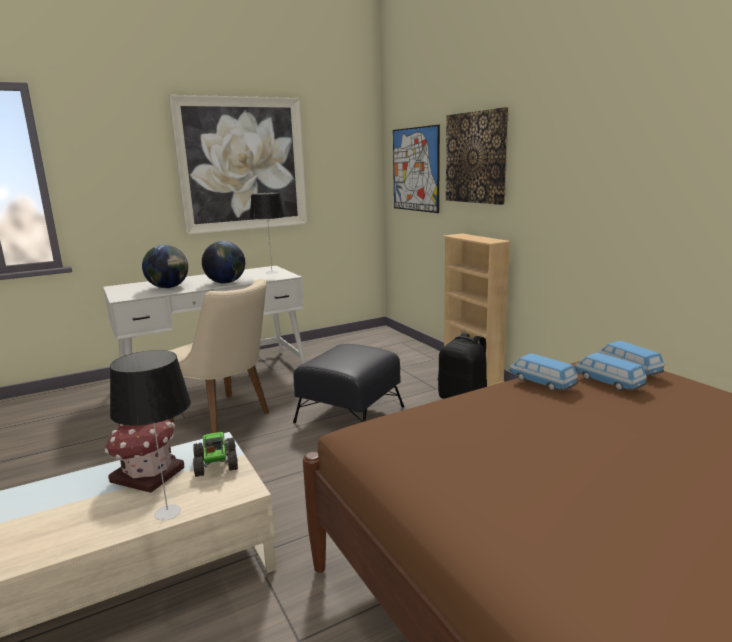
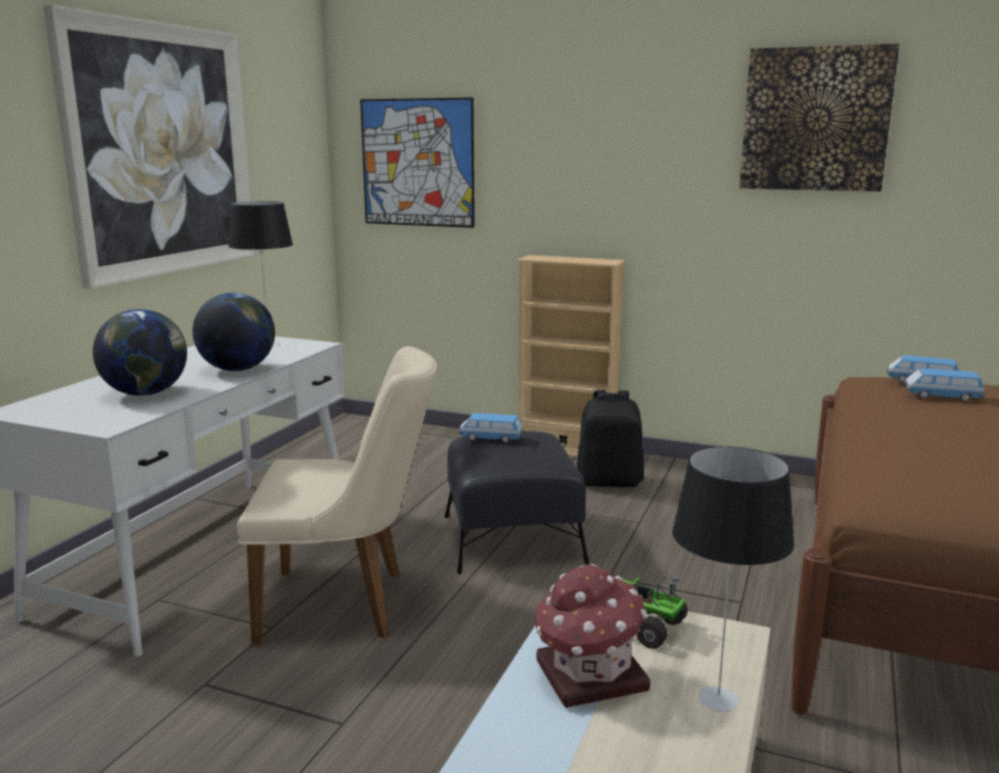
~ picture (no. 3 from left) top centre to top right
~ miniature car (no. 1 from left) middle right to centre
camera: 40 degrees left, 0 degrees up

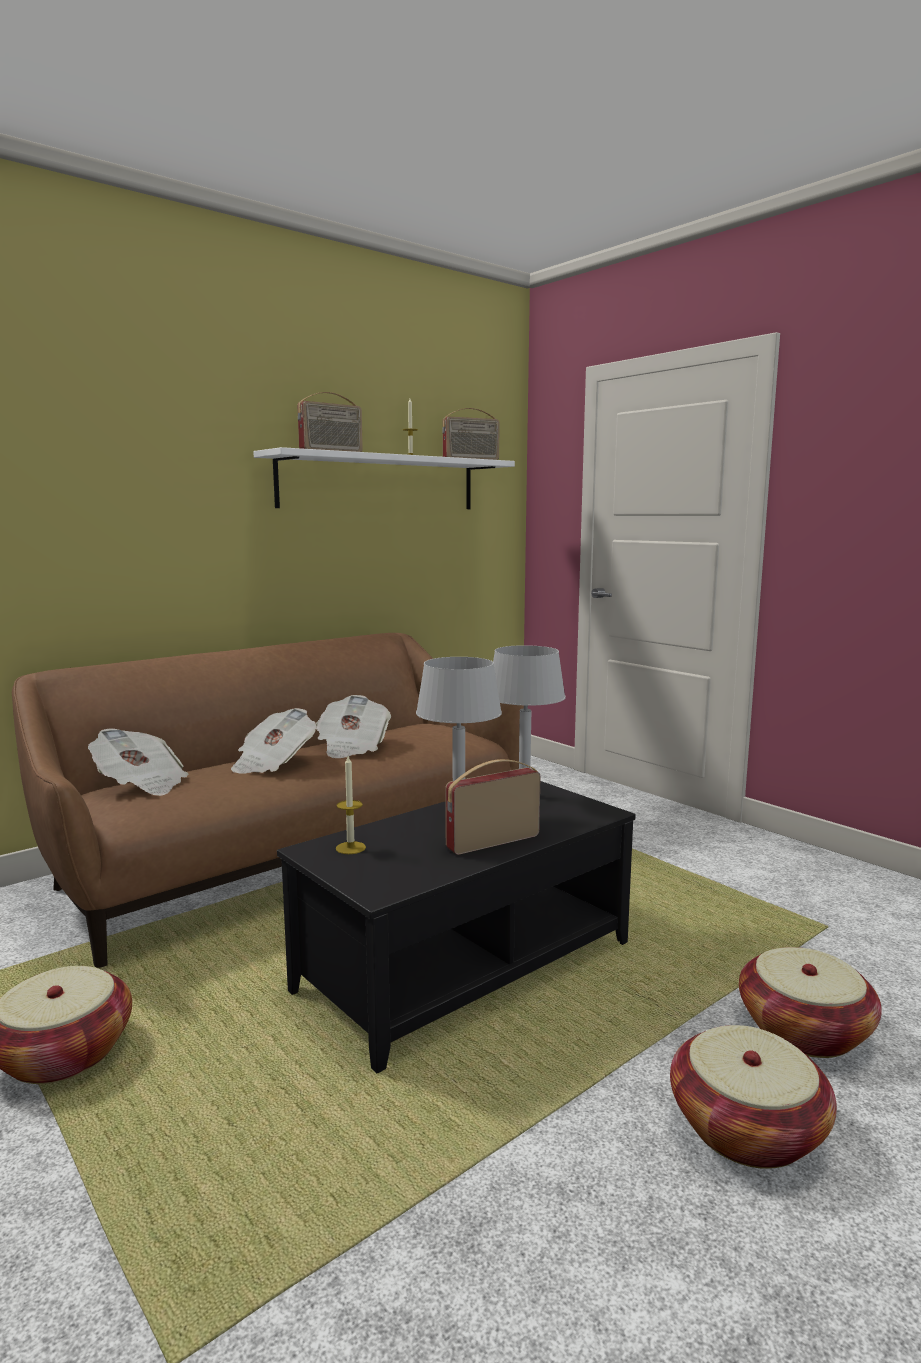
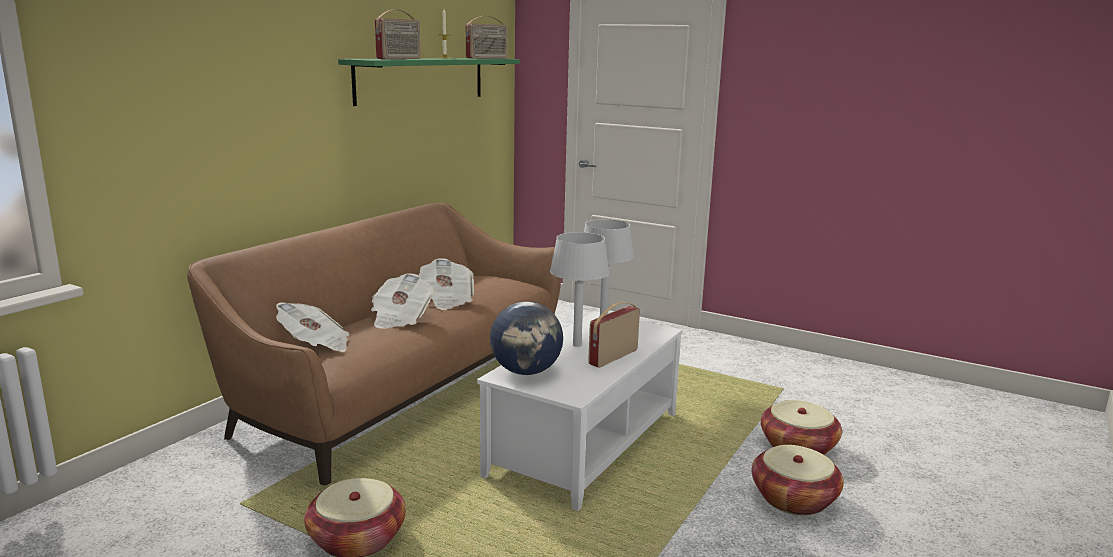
~ wax candle (no. 1 from left) centre to world globe centre
~ wall shelf/white centre to wall shelf/green-coloured top centre
~ coffee table/black bottom centre to coffee table/white bottom centre
camera: 20 degrees left, 5 degrees up

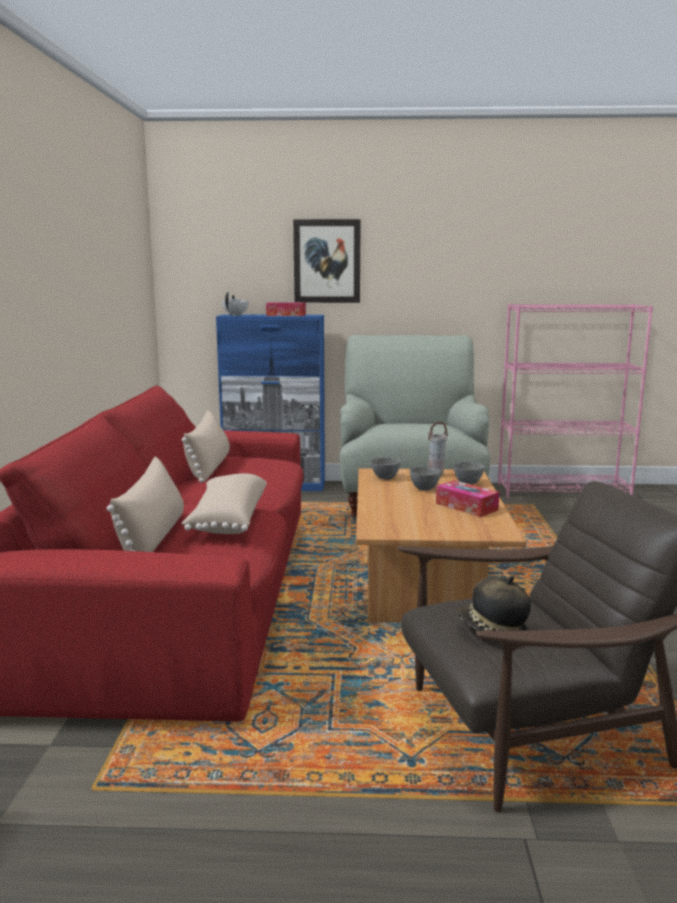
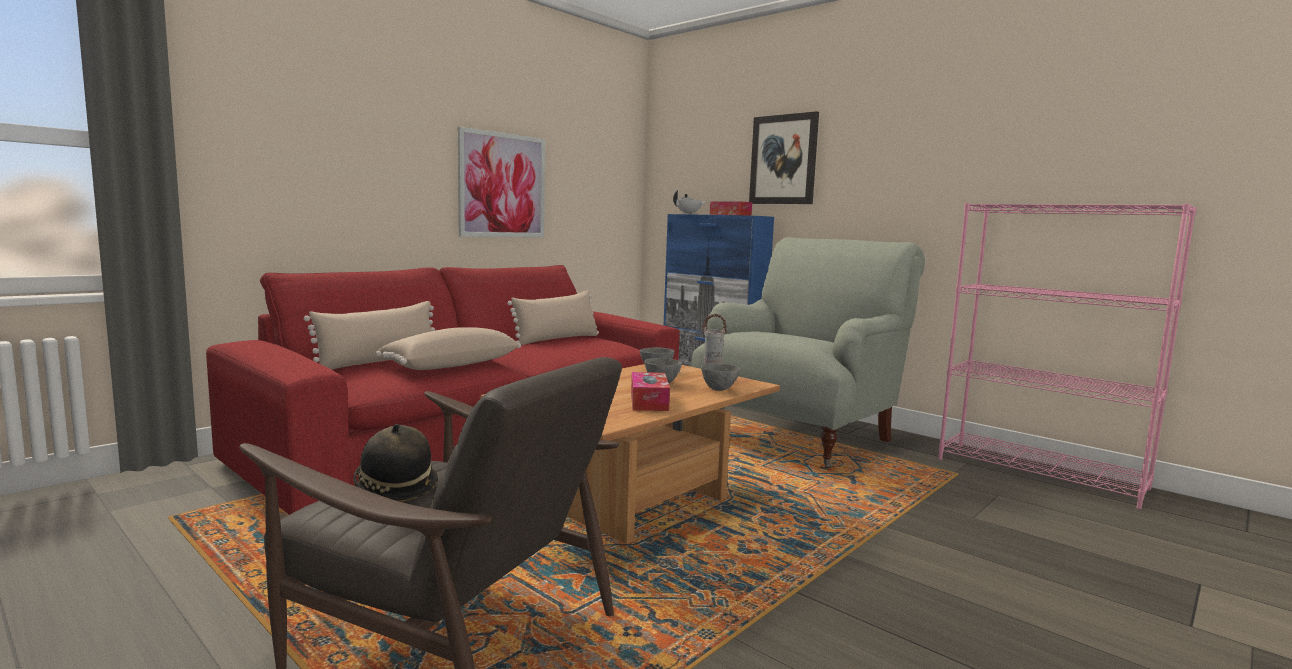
+ picture (no. 1 from left) top centre
camera: 40 degrees right, 5 degrees down

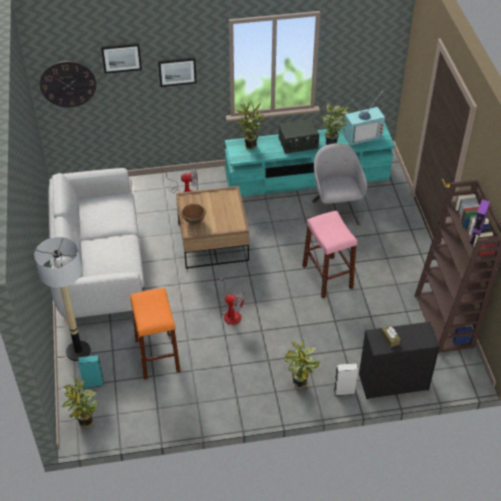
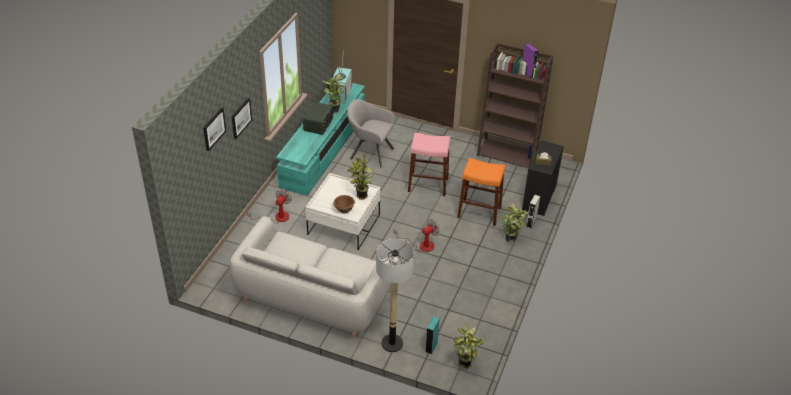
- wall clock top left
~ sitting stool/orangey bottom left to centre
~ houseplant (no. 2 from left) top centre to centre
~ coffee table/brown centre to coffee table/white centre
camera: 60 degrees left, 5 degrees down

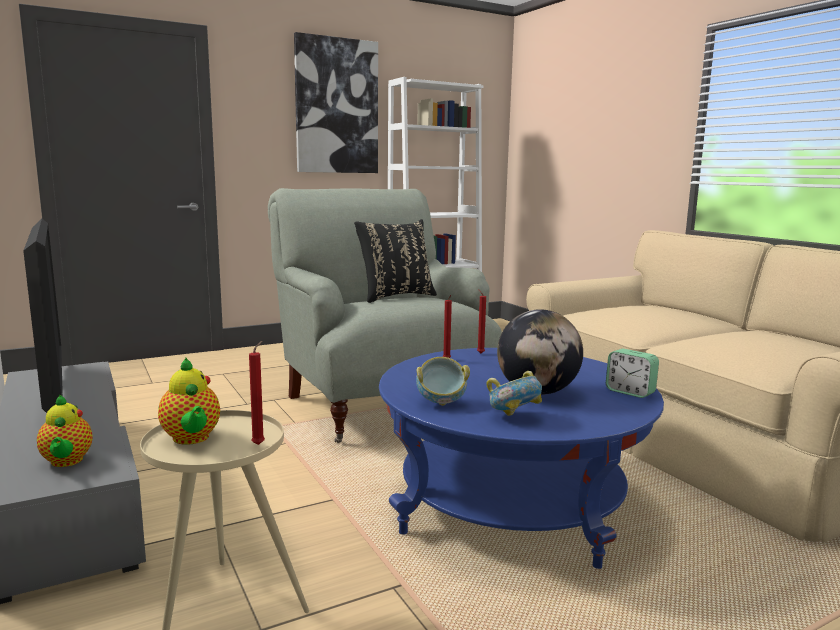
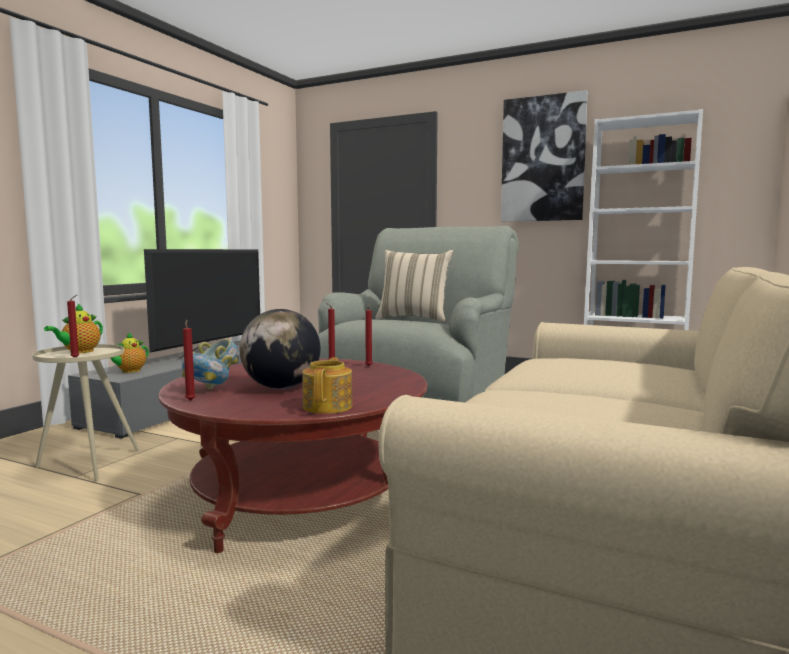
+ wax candle/reddish (no. 2 from left) middle left
~ alarm clock middle right to tea pot (no. 3 from left) centre
~ cushion/black centre to cushion/beige-coloured centre
~ coffee table/bluish bottom centre to coffee table/reddish bottom centre
camera: 55 degrees right, 5 degrees down

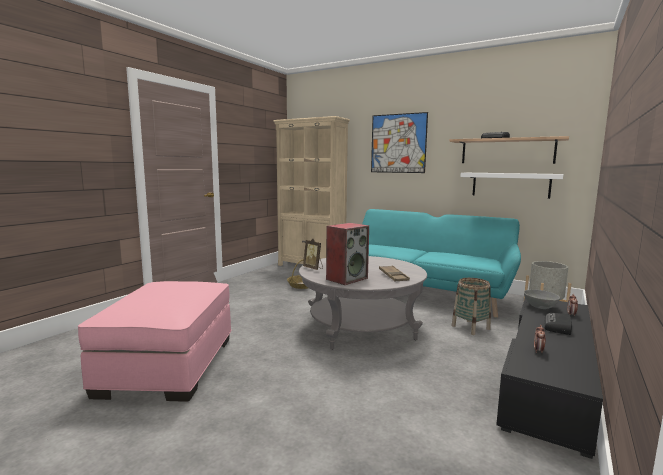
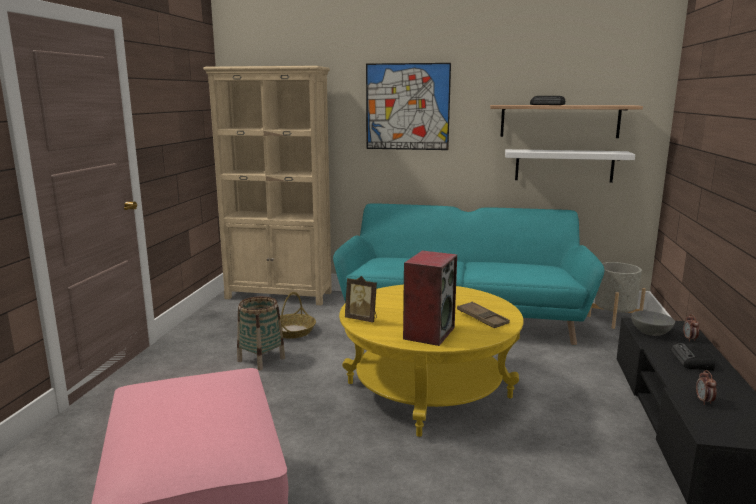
~ household basket (no. 2 from left in the first image) middle right to household basket (no. 1 from left) centre
~ coffee table/greyish centre to coffee table/yellow-coloured bottom centre
camera: 20 degrees left, 5 degrees up

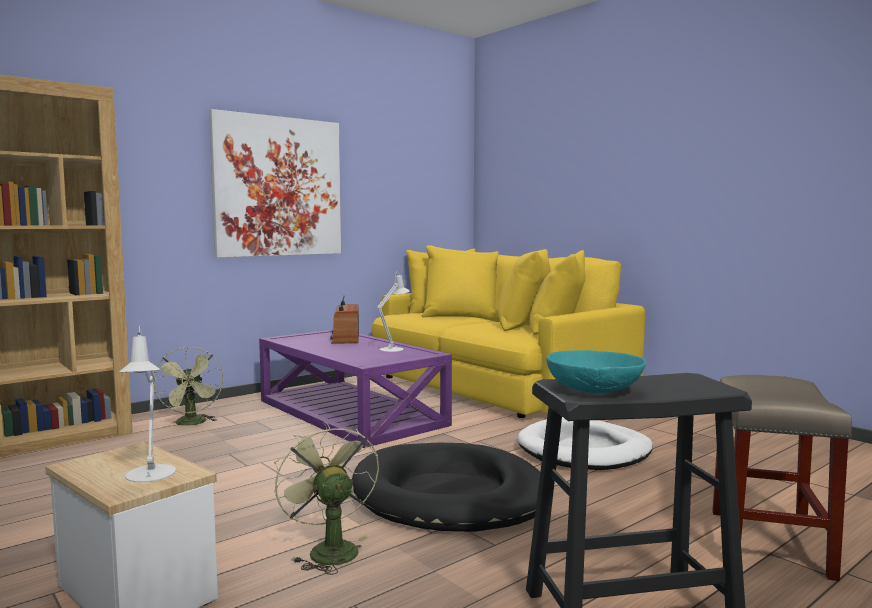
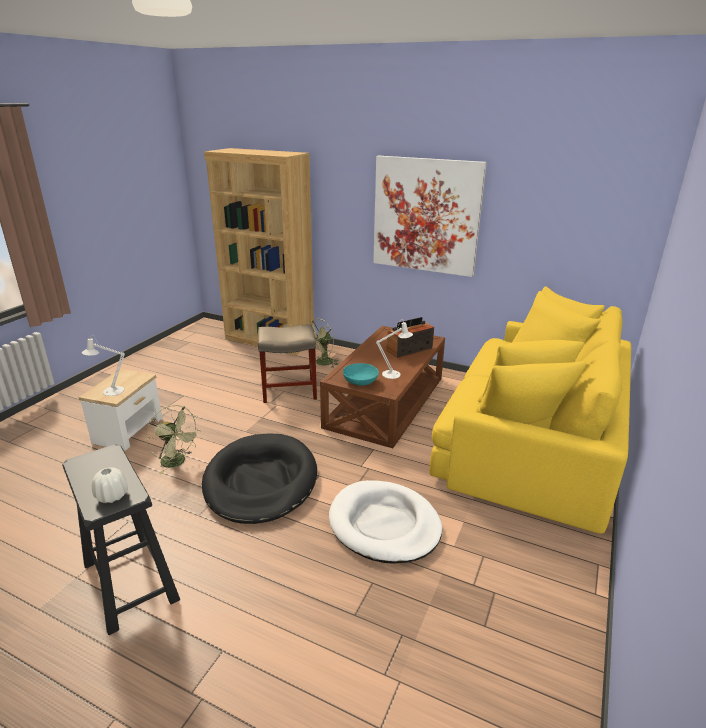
+ flower vase/white middle left
~ bowl/turquoise middle right to centre
~ sitting stool/beige-coloured bottom right to centre
~ coffee table/purple centre to coffee table/brown centre
~ electric fan/green-coloured (no. 2 from left in the first image) bottom centre = middle left 90 degrees clockwise
camera: 65 degrees right, 20 degrees up

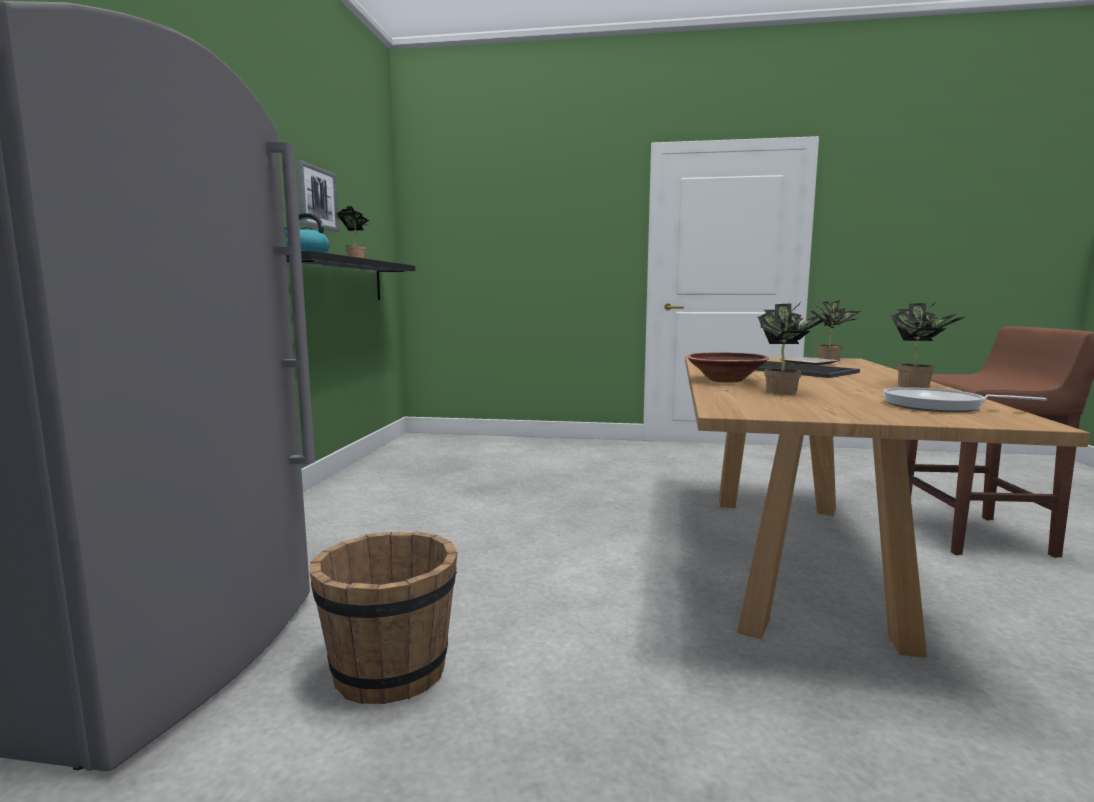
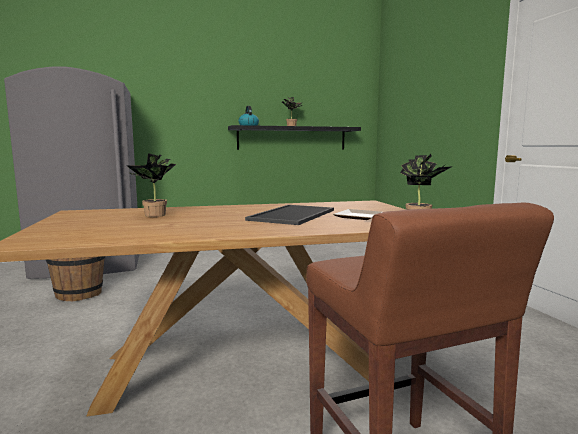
- picture top left
- bowl/brown centre
- pan middle right
- houseplant (no. 4 from left) middle right
camera: 65 degrees right, 0 degrees up

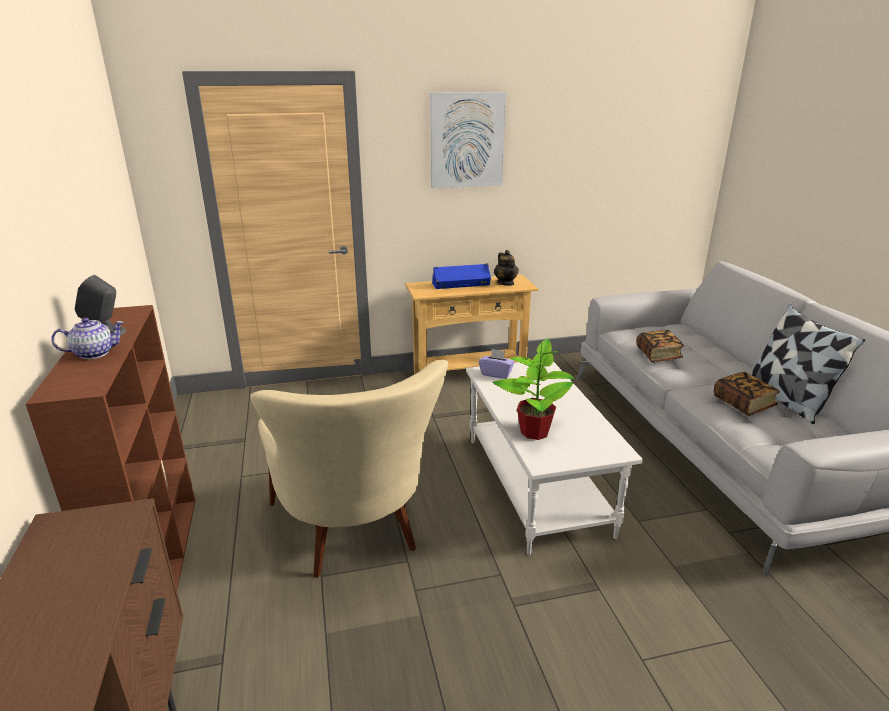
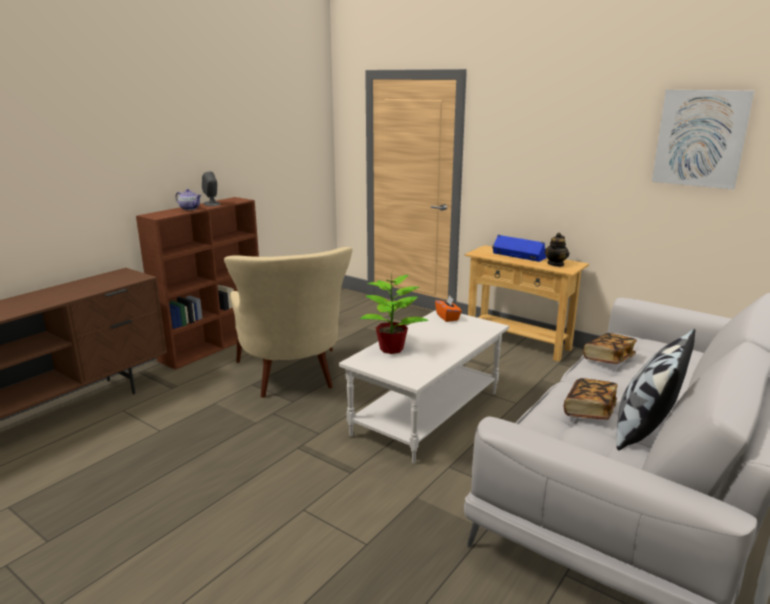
~ picture top centre to top right
~ box of tissues/purple centre to box of tissues/orangey centre
~ armchair/beige-coloured centre = centre 45 degrees counterclockwise
camera: 50 degrees right, 5 degrees down

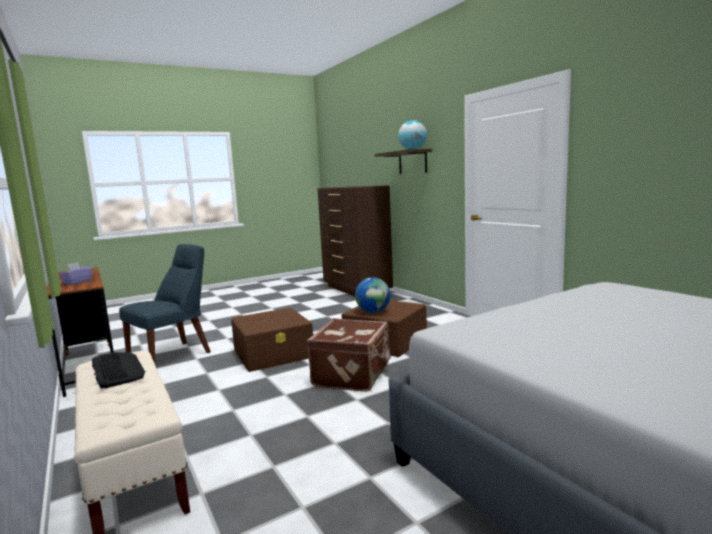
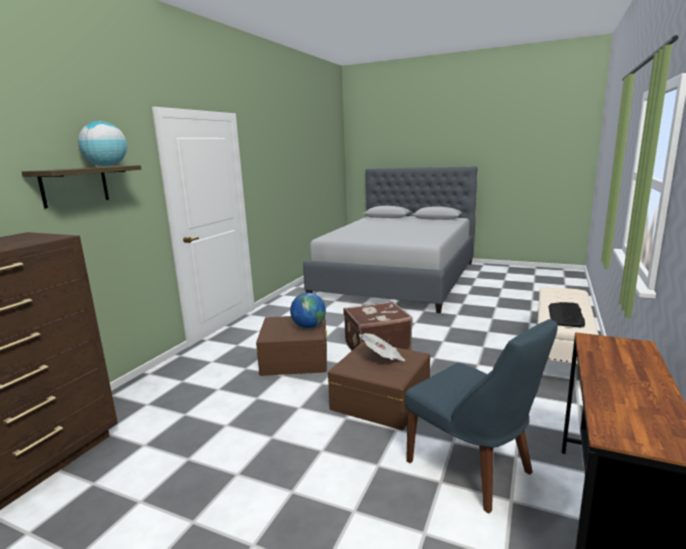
- box of tissues/purple middle left
+ daily paper centre
~ upright chair/bluish middle left = bottom right 135 degrees counterclockwise
camera: 125 degrees left, 5 degrees up

